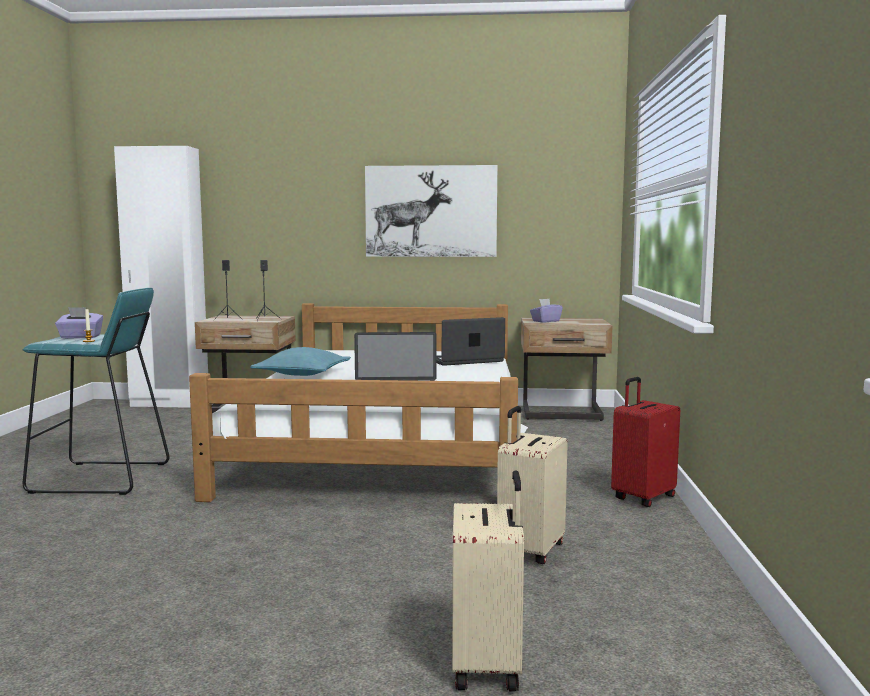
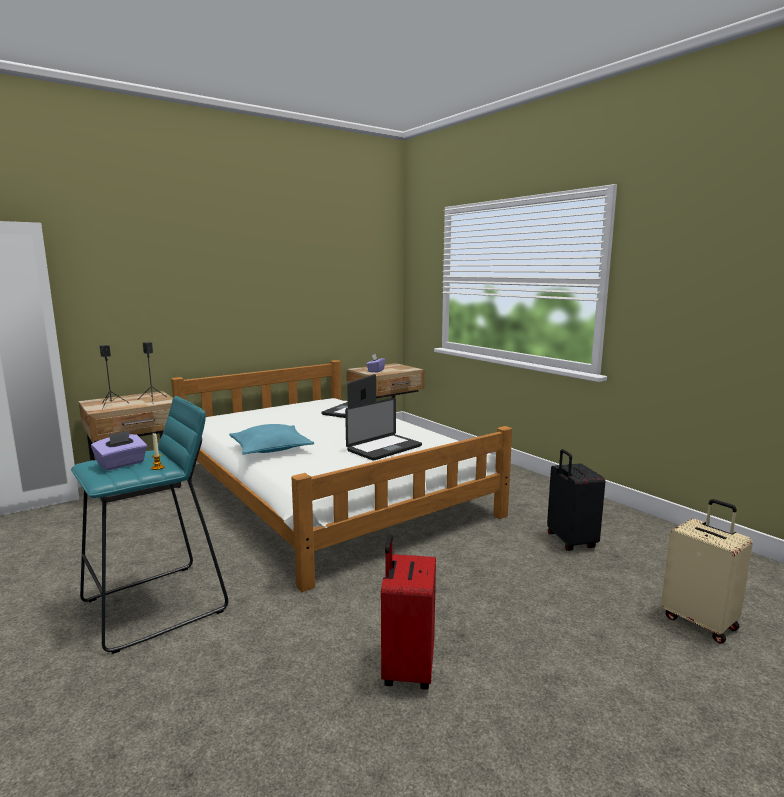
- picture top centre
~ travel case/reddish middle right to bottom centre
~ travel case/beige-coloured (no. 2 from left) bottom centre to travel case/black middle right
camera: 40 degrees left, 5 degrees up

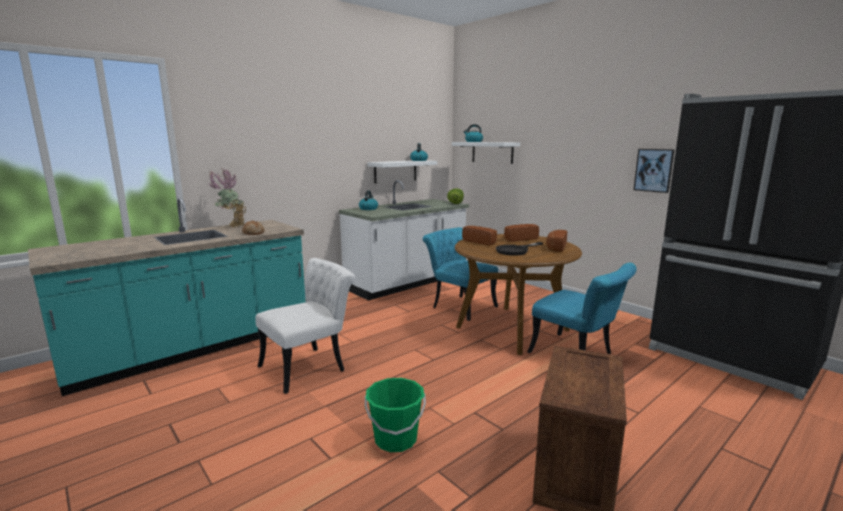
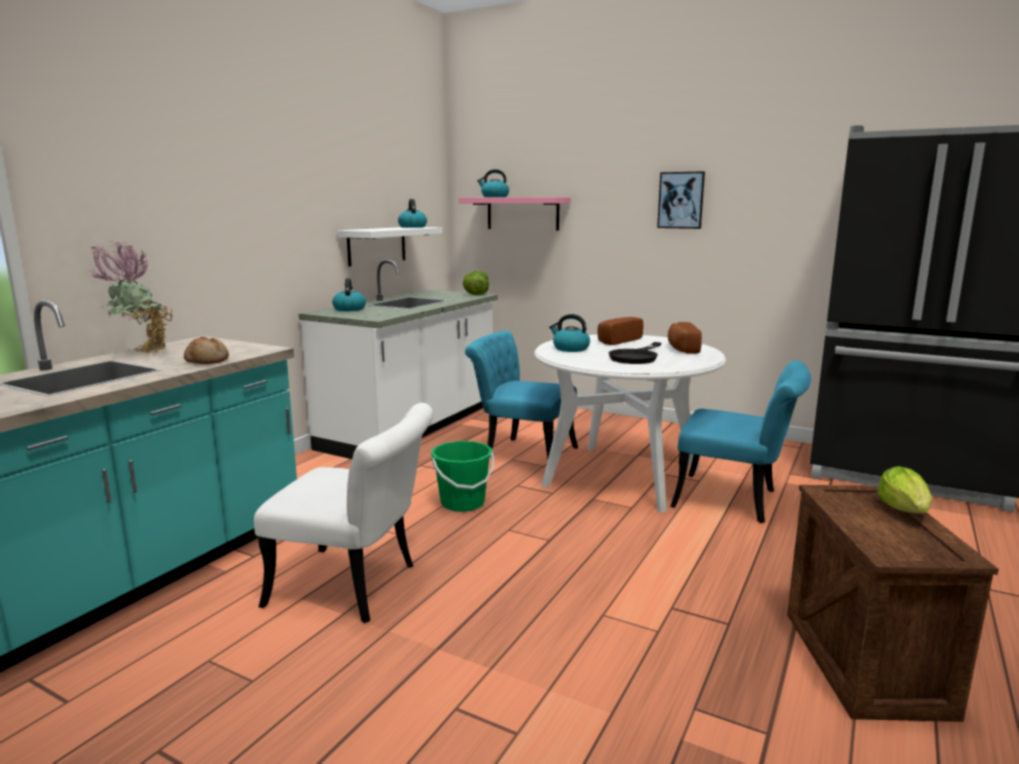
+ lettuce head (no. 2 from left) middle right
~ water bucket/green-coloured bottom centre to centre
~ picture middle right to top right
~ bread (no. 2 from left) centre to tea kettle (no. 4 from left) centre
~ wall shelf/white (no. 2 from left) top centre to wall shelf/pink-coloured top centre
~ kitchen table/brown centre to kitchen table/white centre
~ upright chair/white centre = bottom centre 75 degrees clockwise
camera: 20 degrees left, 0 degrees up

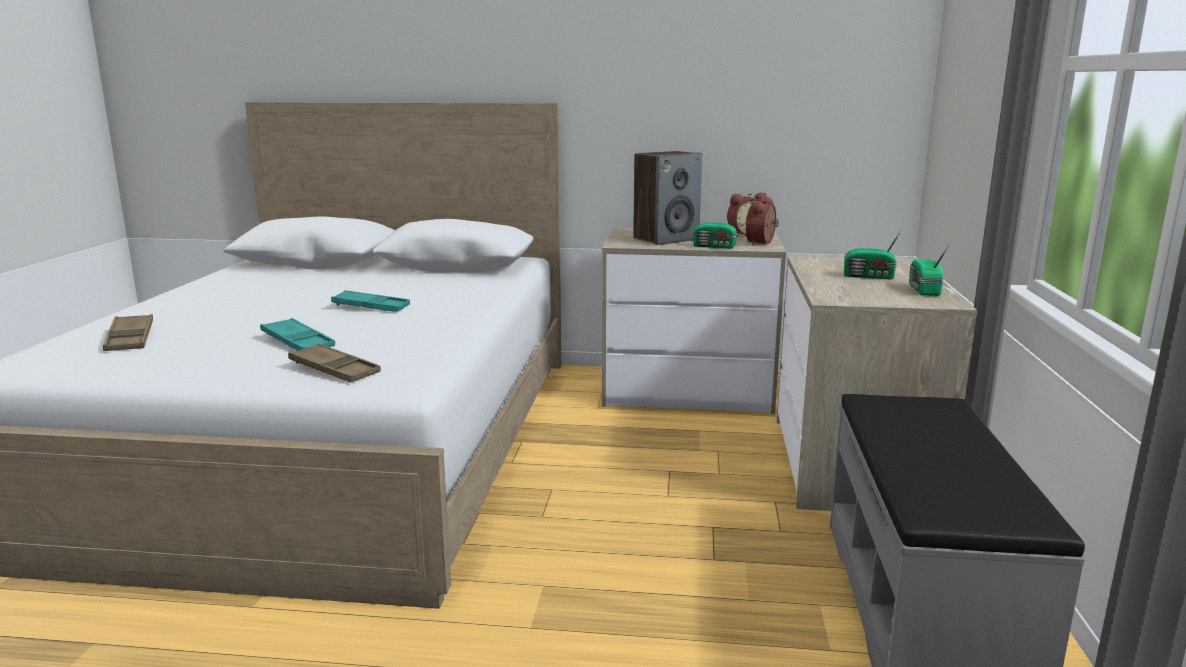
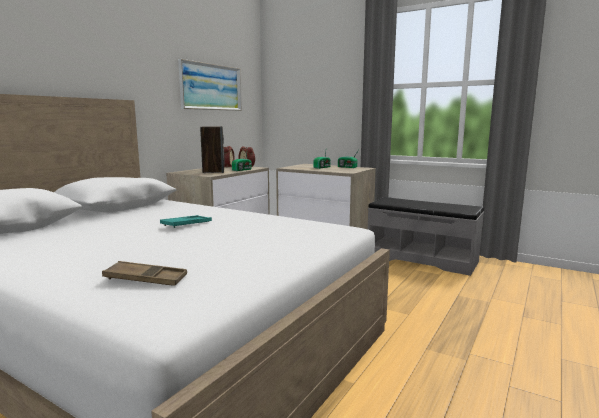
- tray/turquoise (no. 1 from left) middle left
- tray/brown (no. 2 from left) middle left
+ picture top centre
camera: 65 degrees left, 5 degrees down

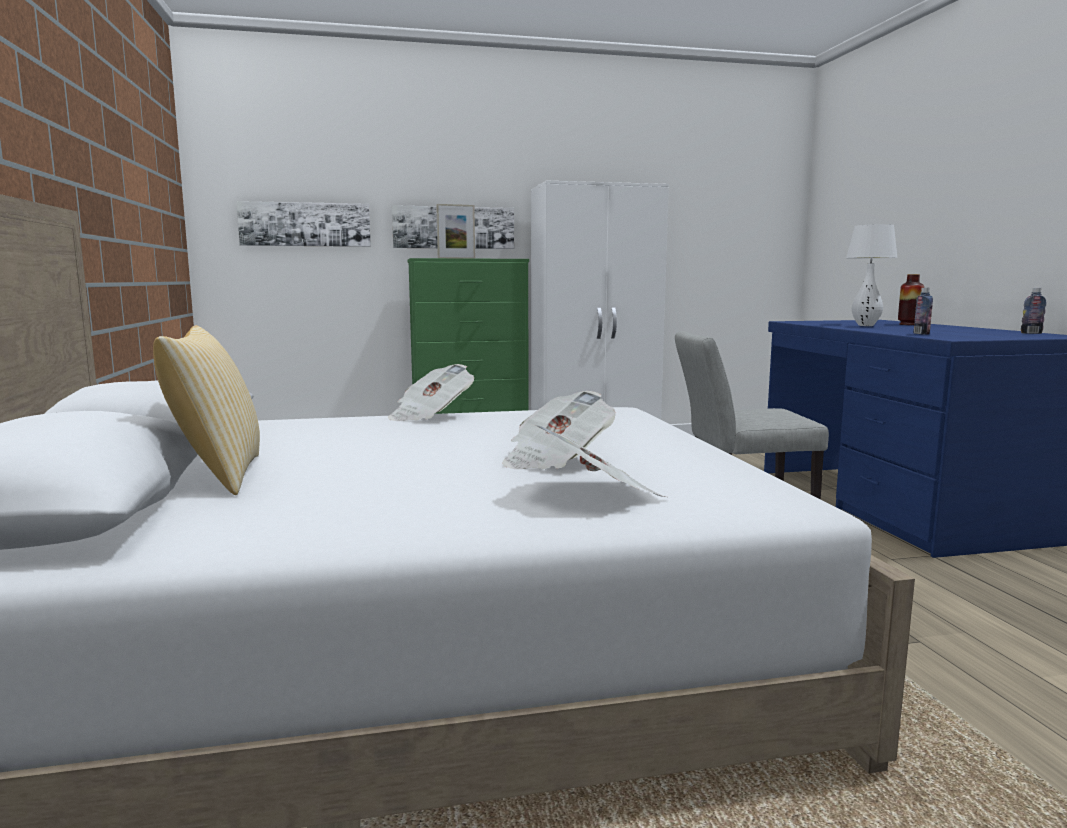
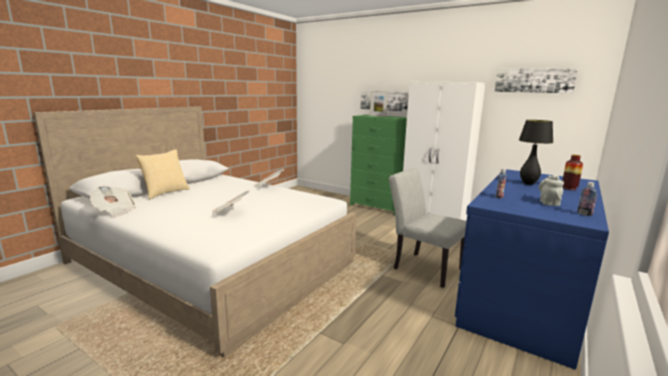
+ tea pot/greyish middle right
~ picture (no. 1 from left in the first image) top left to picture (no. 2 from left) top right
~ daily paper (no. 3 from left in the first image) centre to daily paper (no. 1 from left) middle left
~ lamp for a table/white top right to lamp for a table/black middle right
camera: 45 degrees right, 5 degrees up

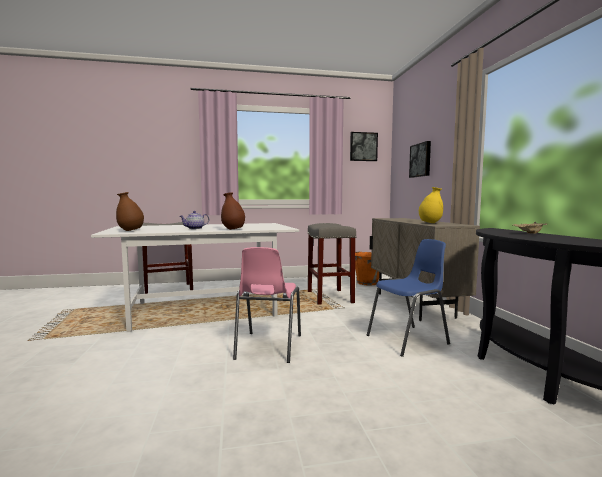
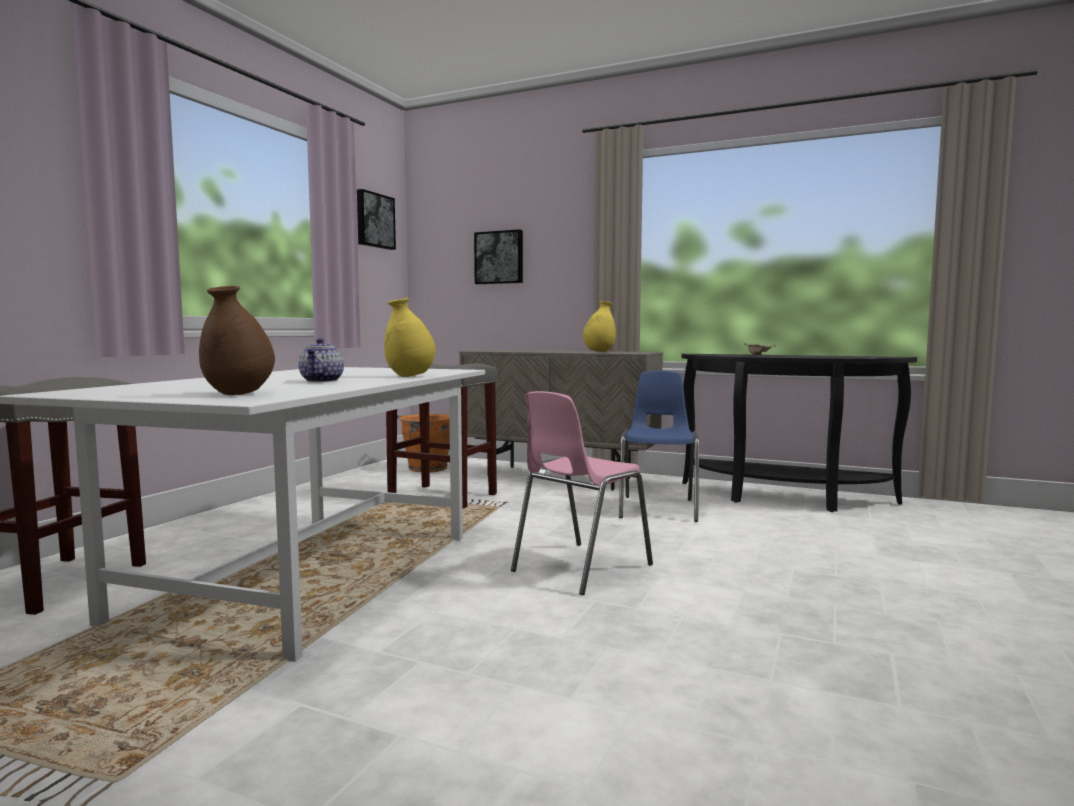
~ flower vase/brown (no. 2 from left) centre to flower vase/yellow-coloured (no. 1 from left) centre
~ upright chair/pink-coloured centre = centre 90 degrees clockwise
camera: 55 degrees left, 0 degrees up

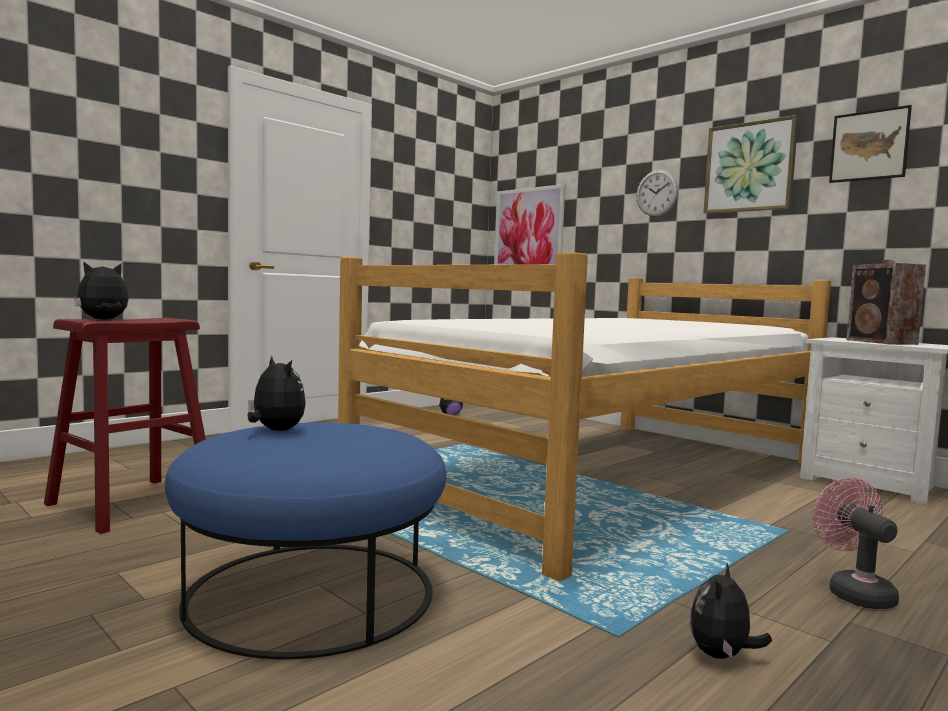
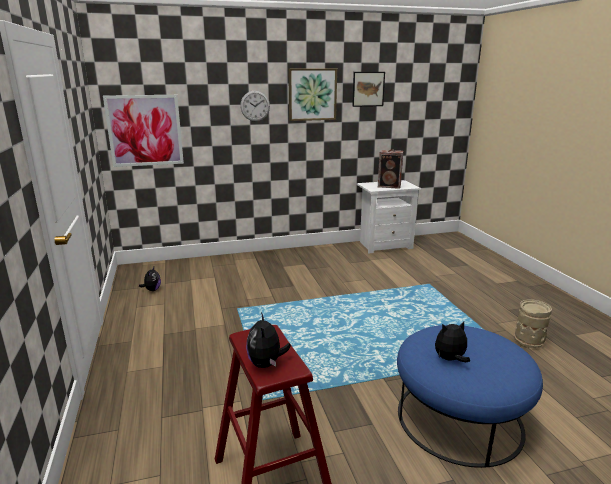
- bedroom bed centre
- electric fan/pink-coloured bottom right
~ soft toy (no. 4 from left) bottom right to flower vase/beige-coloured bottom right
camera: 60 degrees left, 15 degrees up

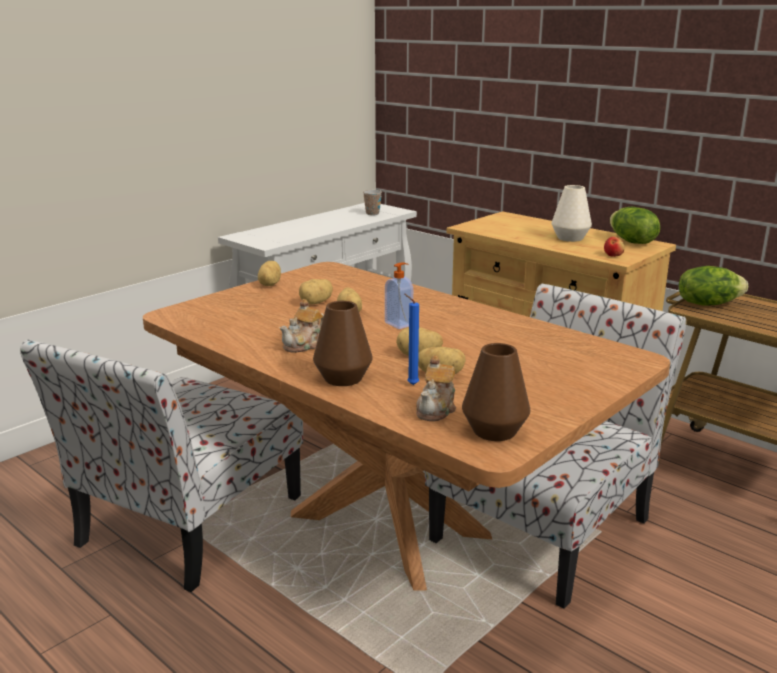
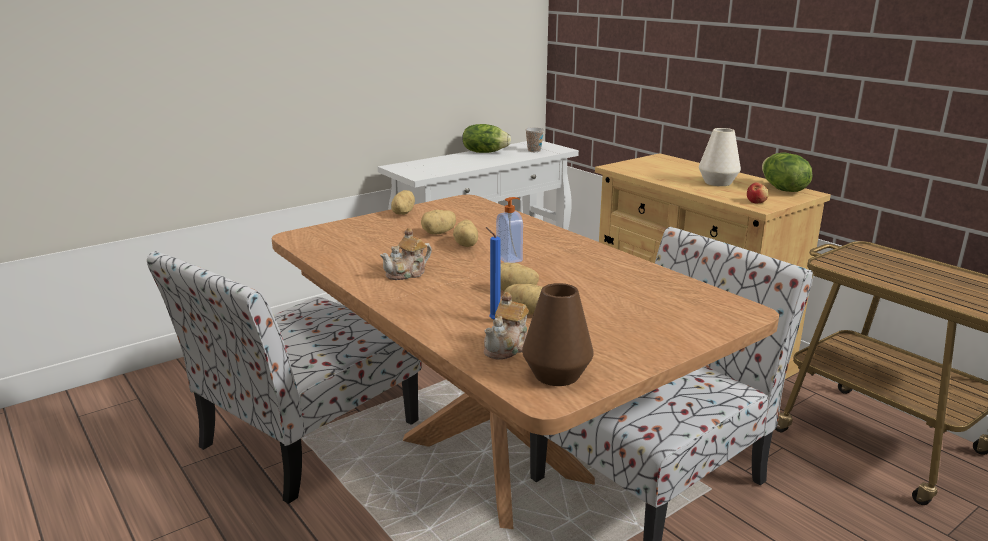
- flower vase/brown (no. 1 from left) centre
~ lettuce head (no. 2 from left in the first image) middle right to lettuce head (no. 1 from left) top centre
camera: 10 degrees right, 0 degrees up

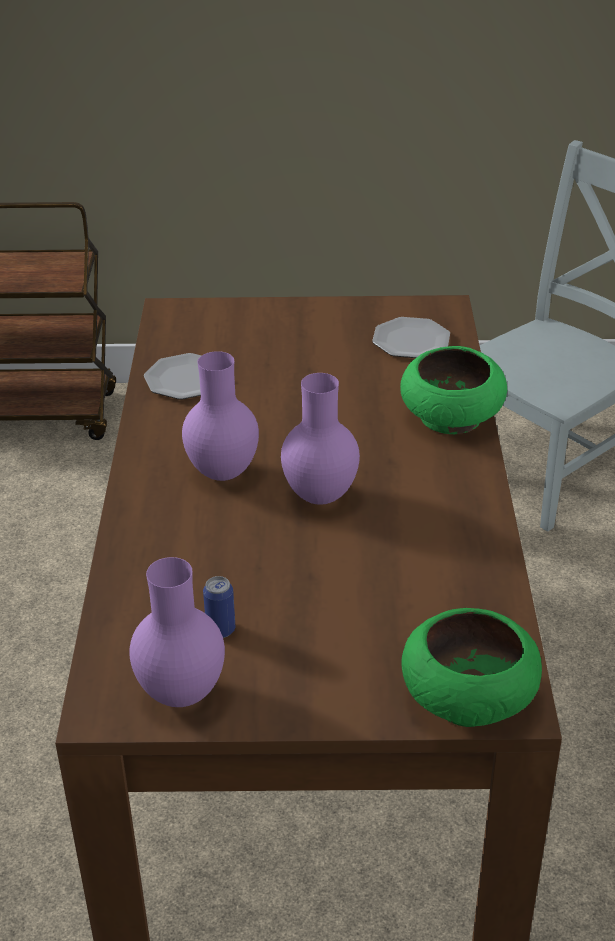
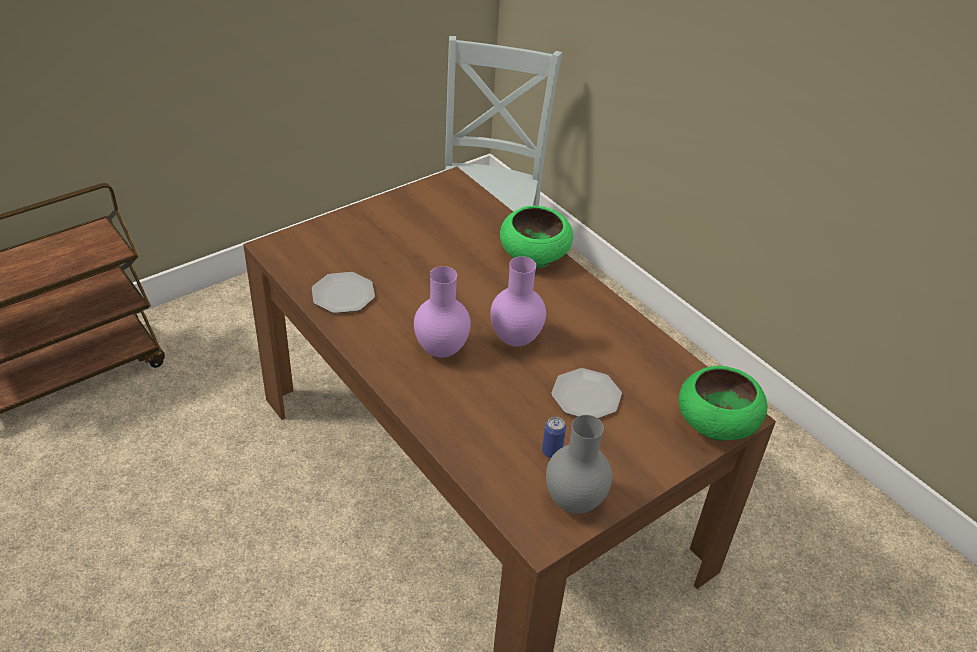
~ flat dish (no. 2 from left) middle right to centre
~ flower vase/purple (no. 1 from left) bottom left to flower vase/greyish bottom centre
camera: 40 degrees left, 5 degrees up

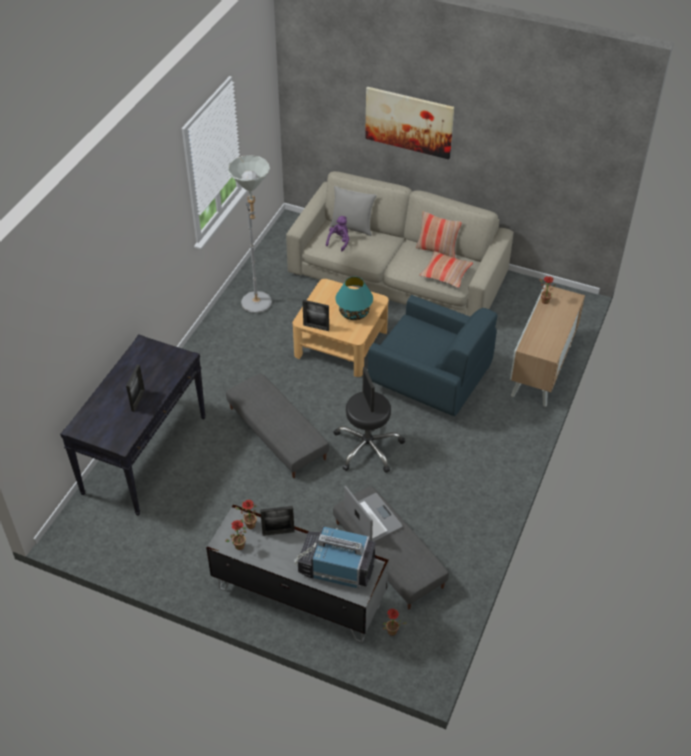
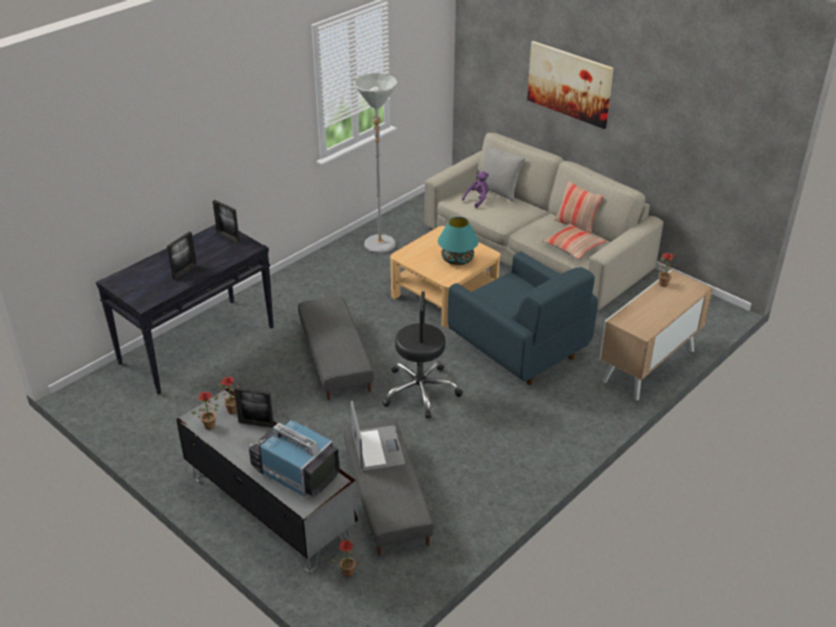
~ photo frame (no. 3 from left in the first image) centre to photo frame (no. 2 from left) middle left
camera: 20 degrees right, 10 degrees down

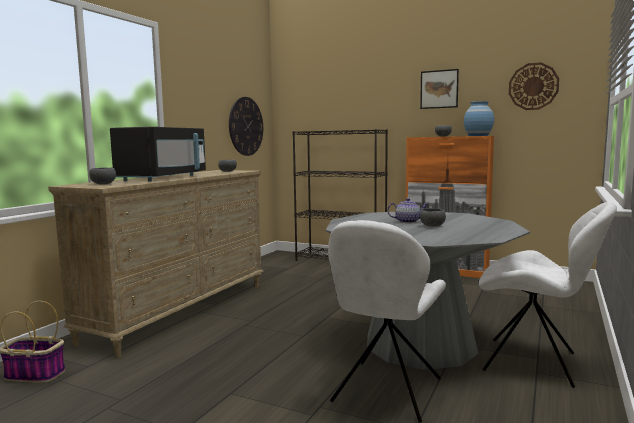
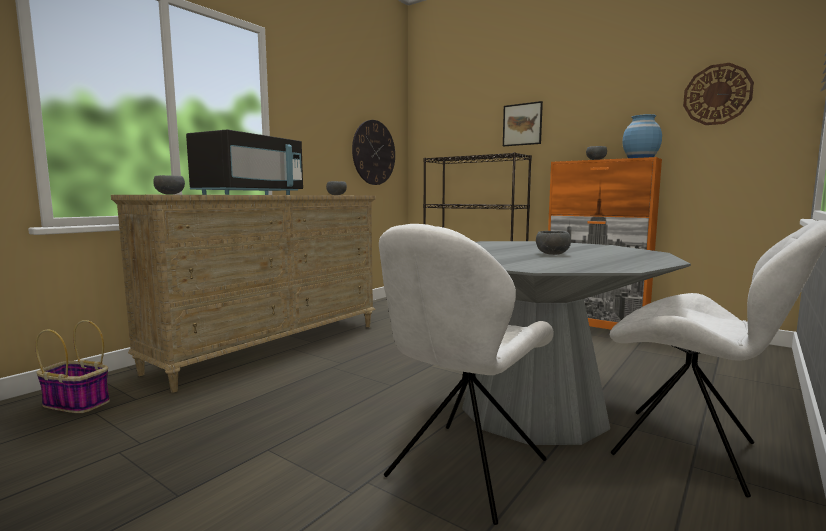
- tea pot centre
~ picture top right to top centre
camera: 10 degrees right, 0 degrees up

